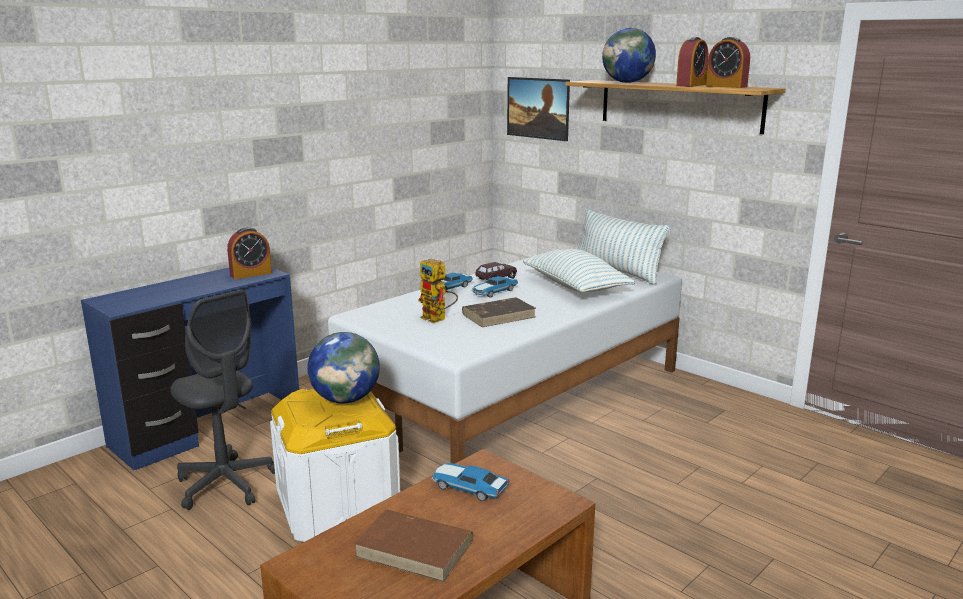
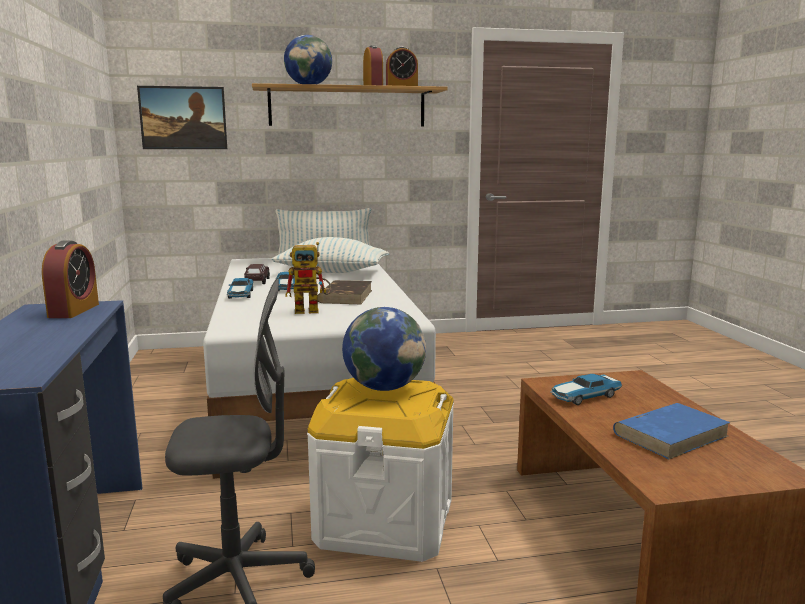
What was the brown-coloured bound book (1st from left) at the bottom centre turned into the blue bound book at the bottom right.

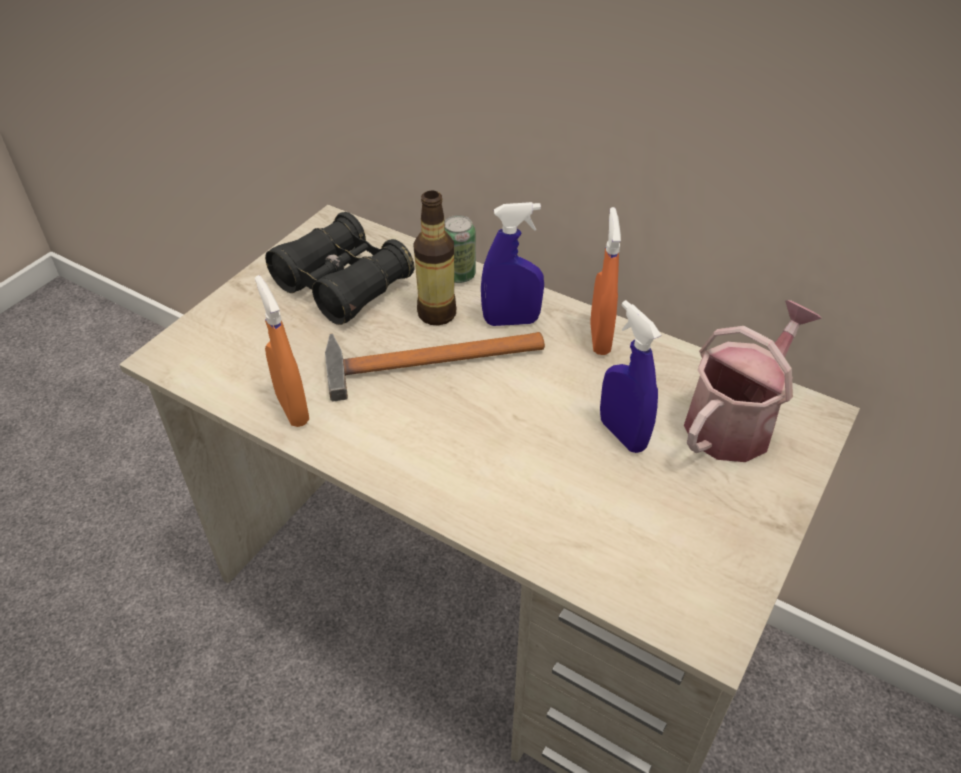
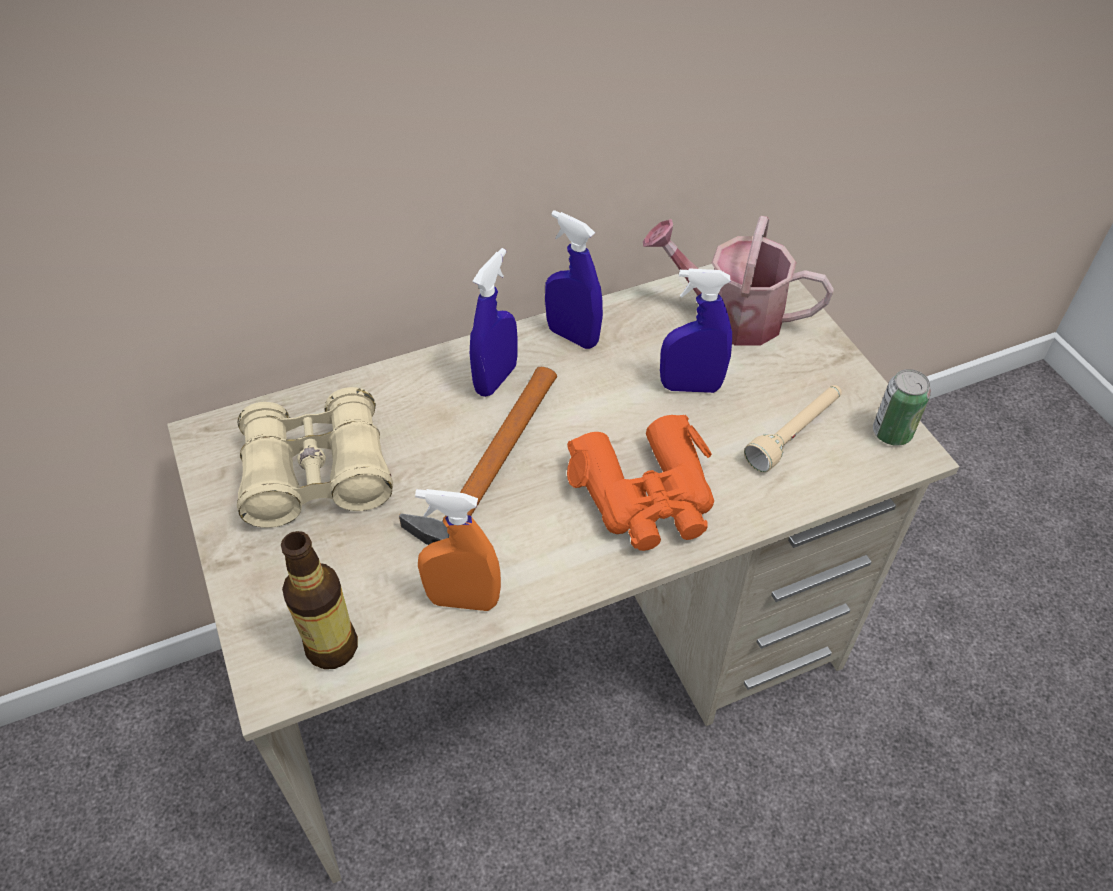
What was the black-coloured field glasses at the centre turned into the beige field glasses at the middle left. The beverage bottle ended up elsewhere, having gone from the centre to the bottom left. What was the orange hand sprayer (2nd from left) at the centre turned into the blue hand sprayer (2nd from left) at the top centre. The second view gained the orange field glasses at the centre. The watering can at the middle right ended up facing another way, 60 degrees counterclockwise from before. The second view gained the beige hand torch at the middle right. The metal can ended up elsewhere, having gone from the top centre to the middle right.

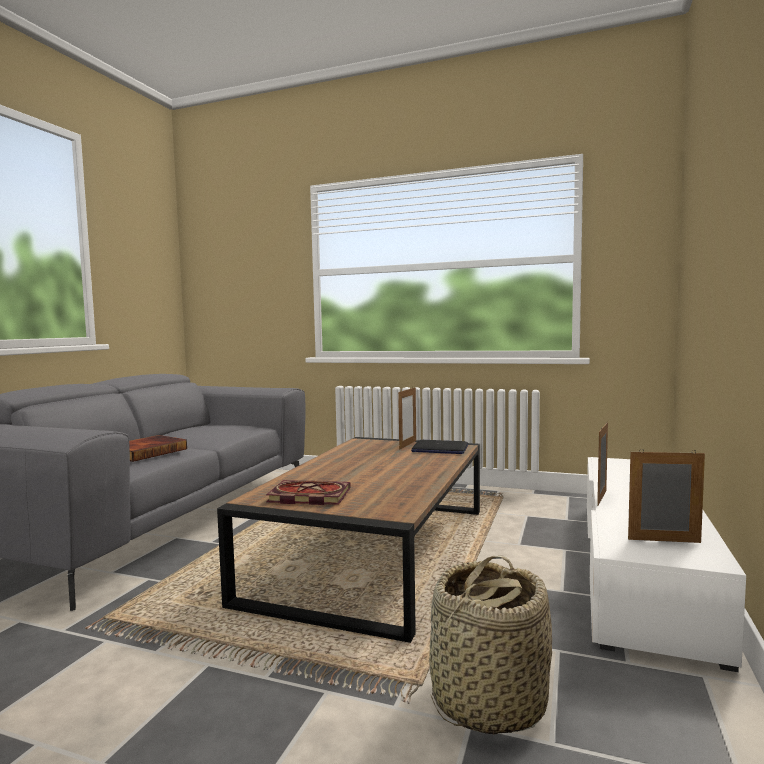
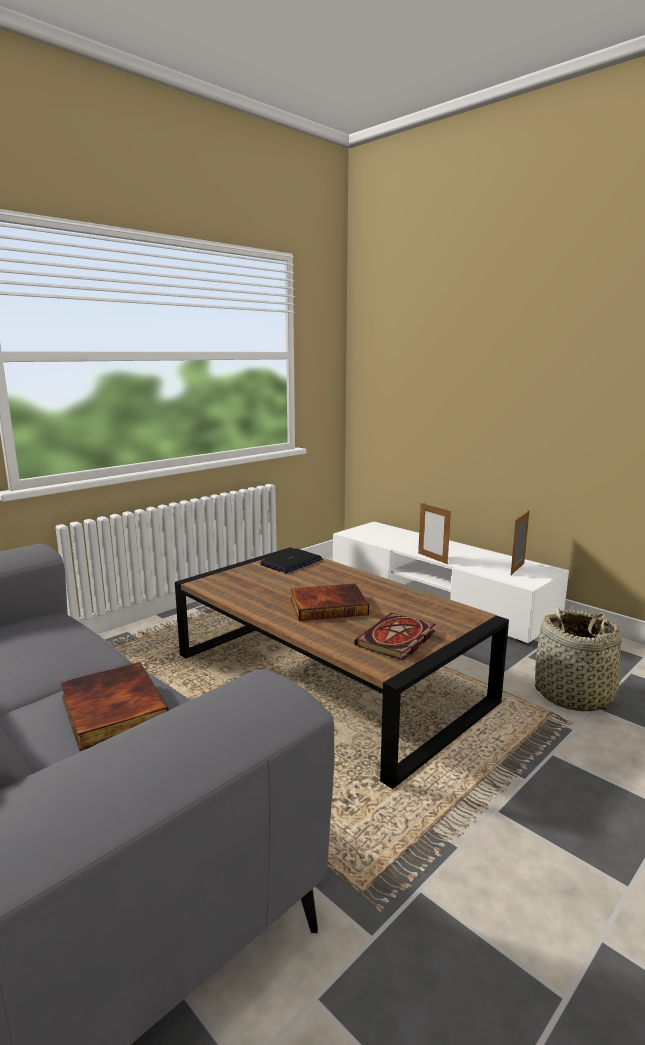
The second view gained the bound book (2nd from left) at the centre. The second view lost the photo frame (1st from left) at the centre.

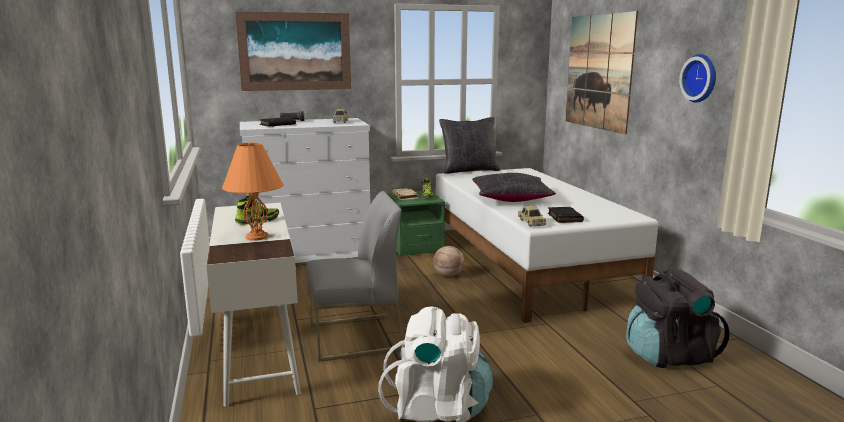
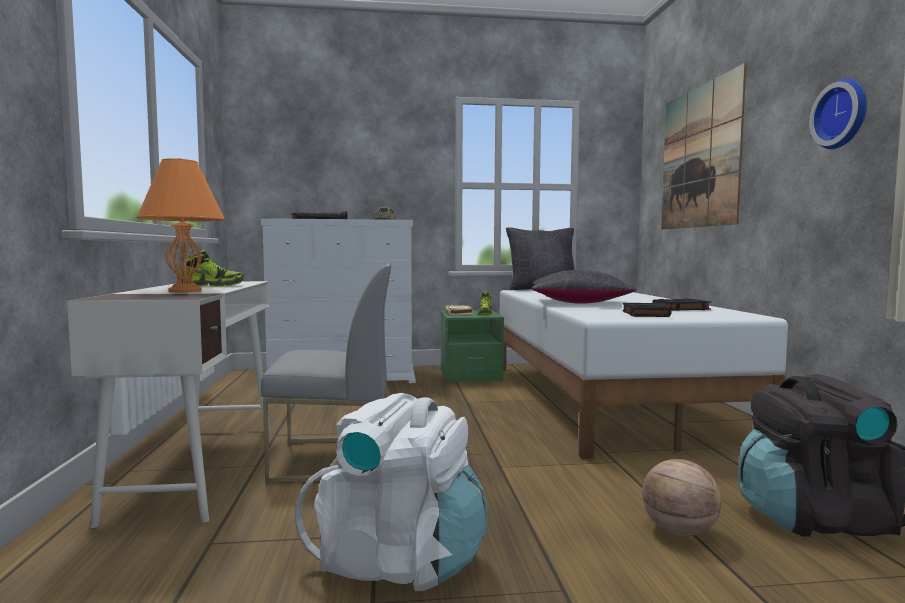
The basketball ended up elsewhere, having gone from the centre to the bottom right. The second view gained the black-coloured bound book (3rd from left) at the middle right. The second view lost the wall art (1st from left) at the top centre. The second view lost the miniature car (2nd from left) at the centre.

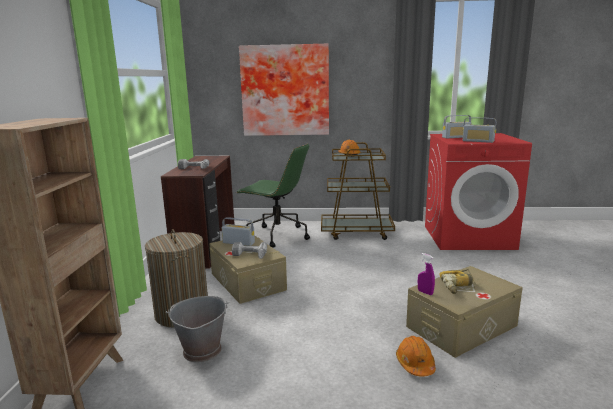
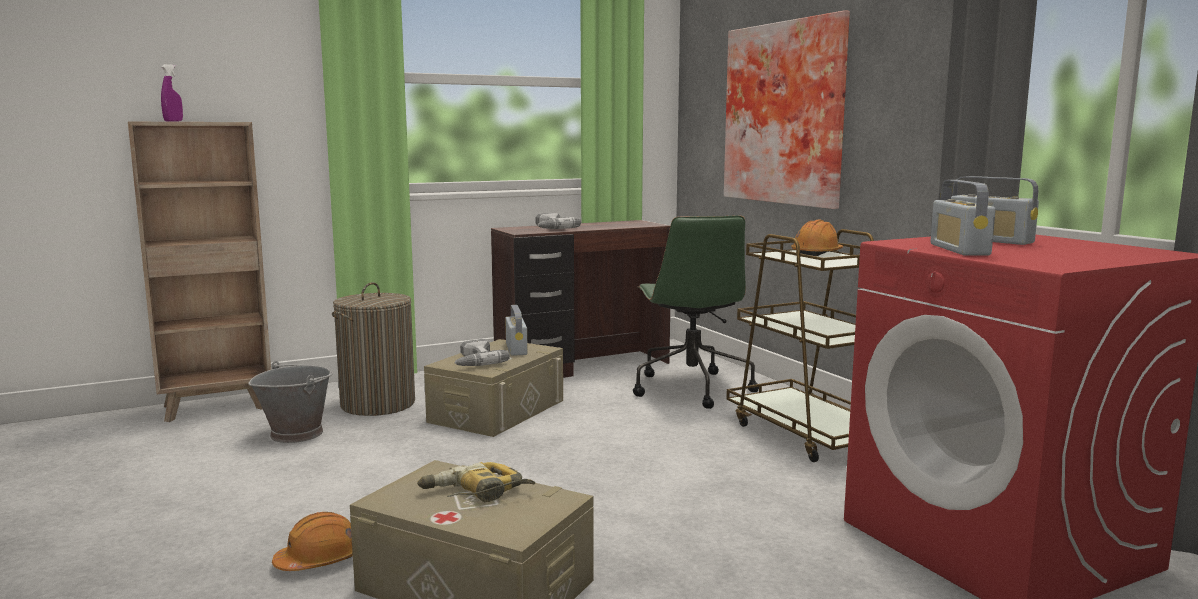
The purple-coloured hand sprayer ended up elsewhere, having gone from the bottom right to the top left.

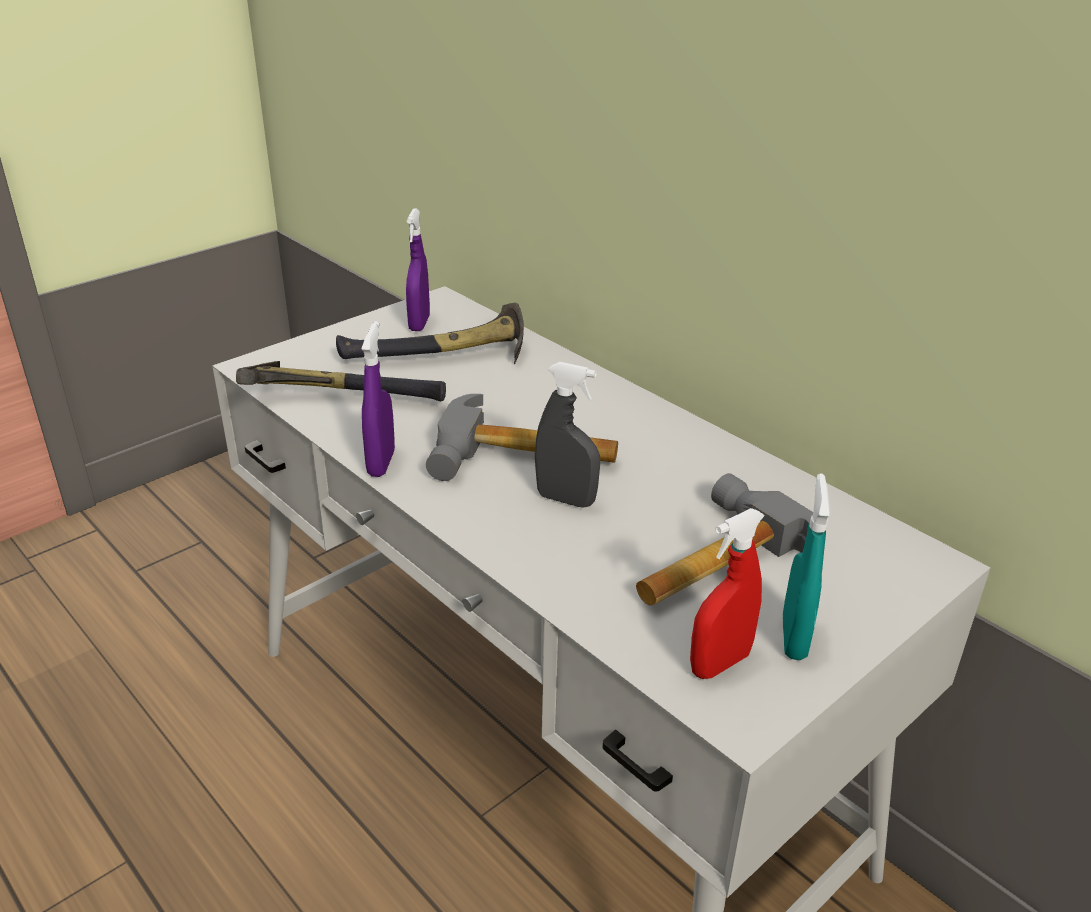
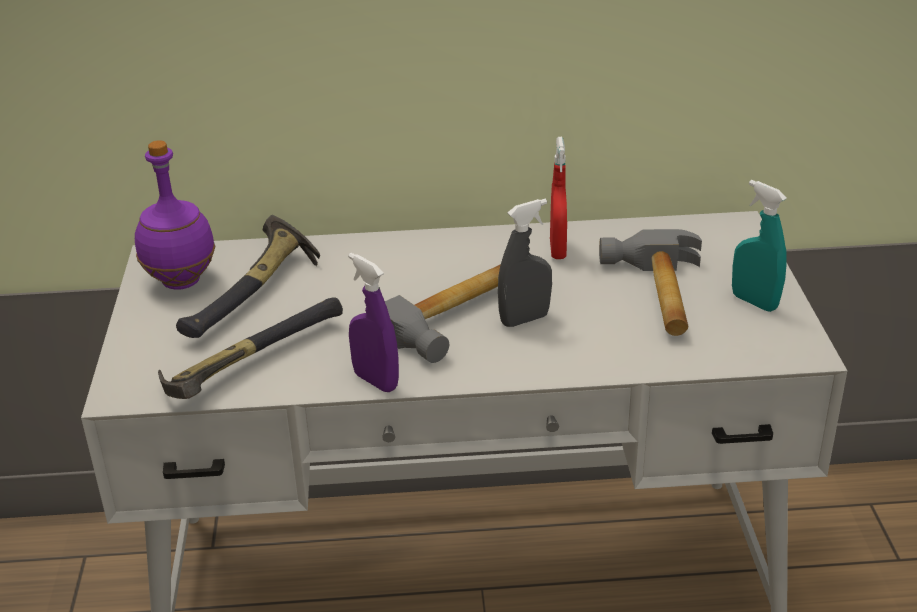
Where the purple-coloured hand sprayer (2nd from left) stood at the top centre, the purple-coloured beverage bottle came to stand at the middle left. The red-coloured hand sprayer ended up elsewhere, having gone from the centre to the top centre.

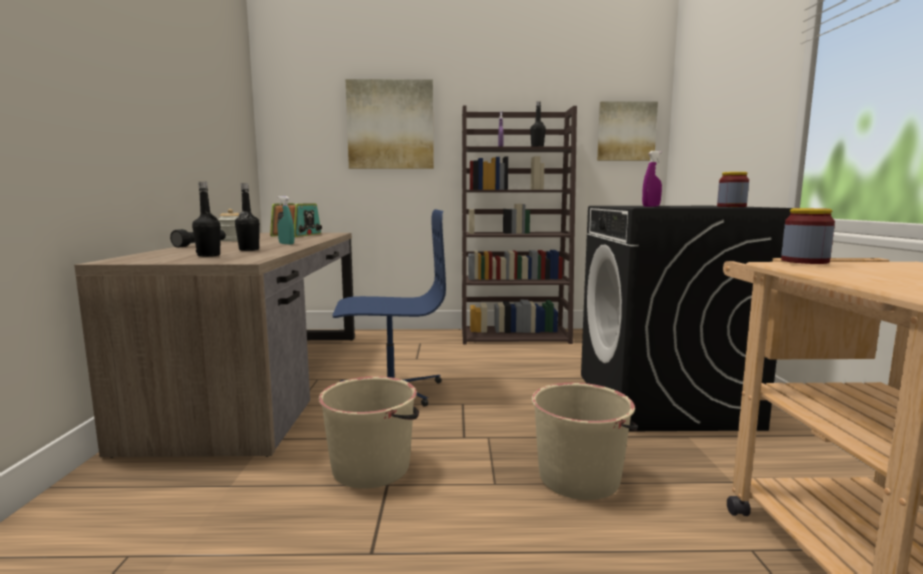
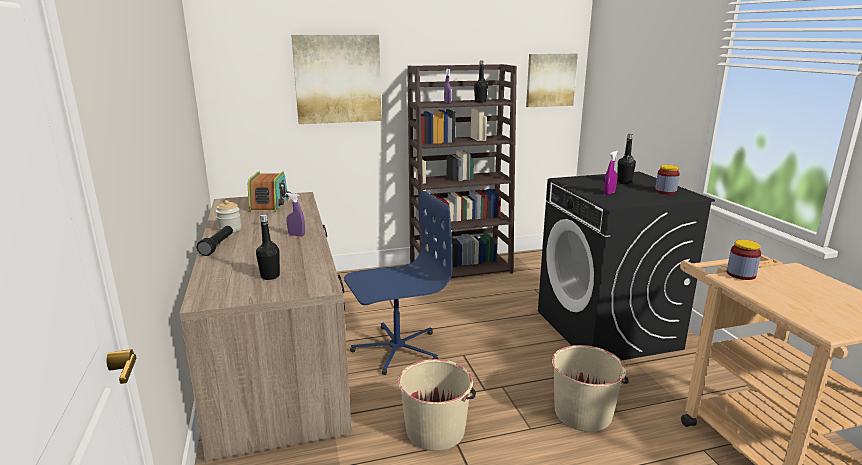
What was the turquoise-coloured hand sprayer at the middle left turned into the purple-coloured hand sprayer (1st from left) at the centre. The black-coloured beverage bottle (2nd from left in the first image) ended up elsewhere, having gone from the middle left to the middle right.

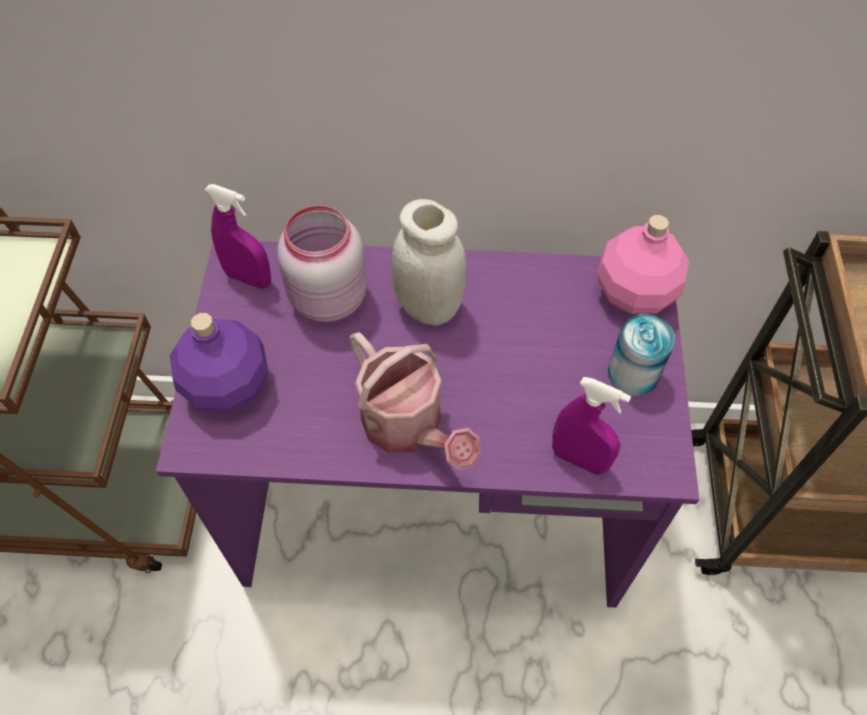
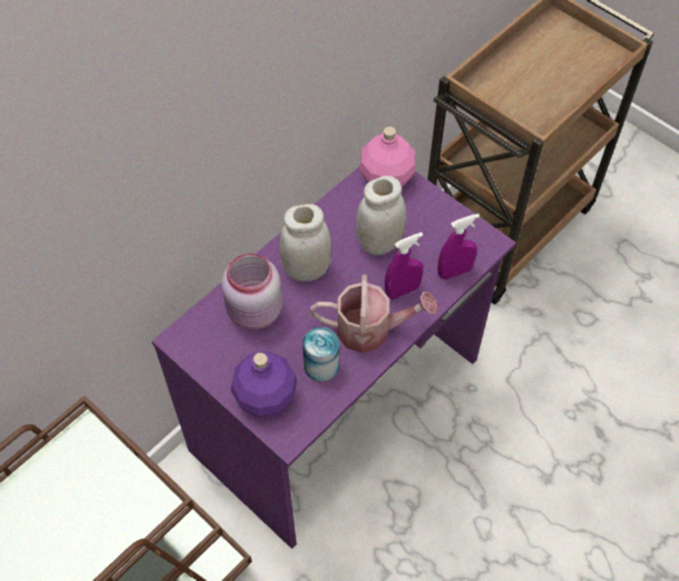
The metal can ended up elsewhere, having gone from the middle right to the centre. The second view gained the white-coloured storage jar (2nd from left) at the centre. The purple-coloured hand sprayer (1st from left) ended up elsewhere, having gone from the top left to the centre.

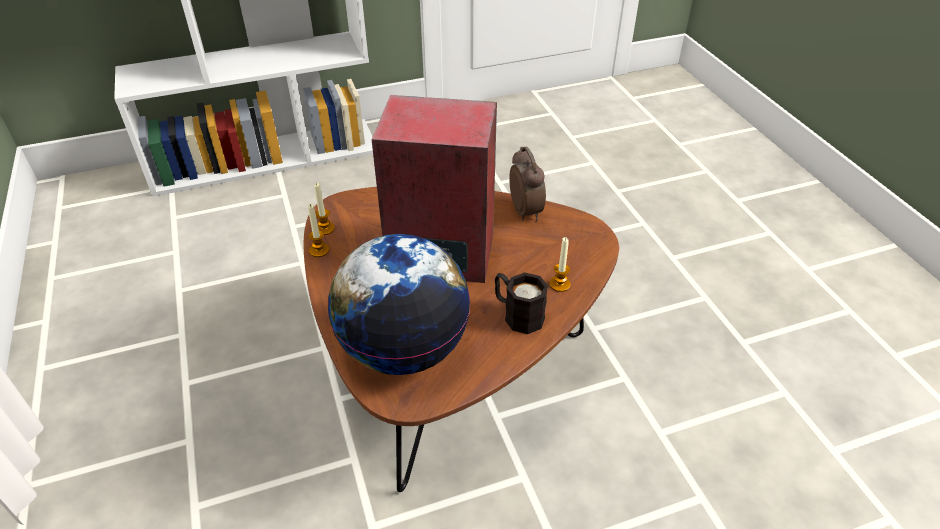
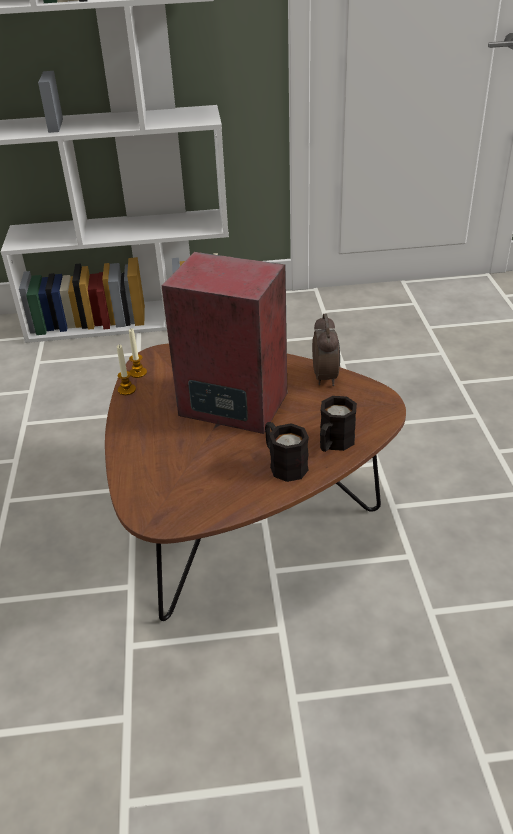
Where the wax light (3rd from left) stood at the centre, the black-coloured mug (2nd from left) came to stand at the centre. The second view lost the desk globe at the centre.

